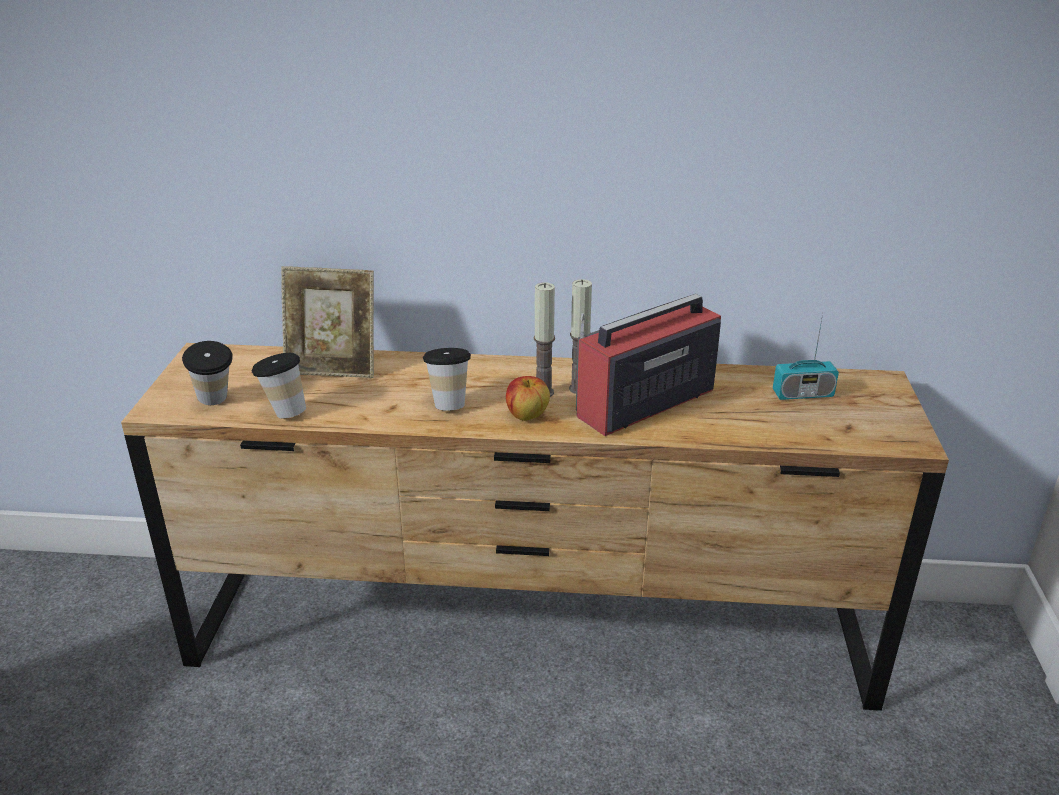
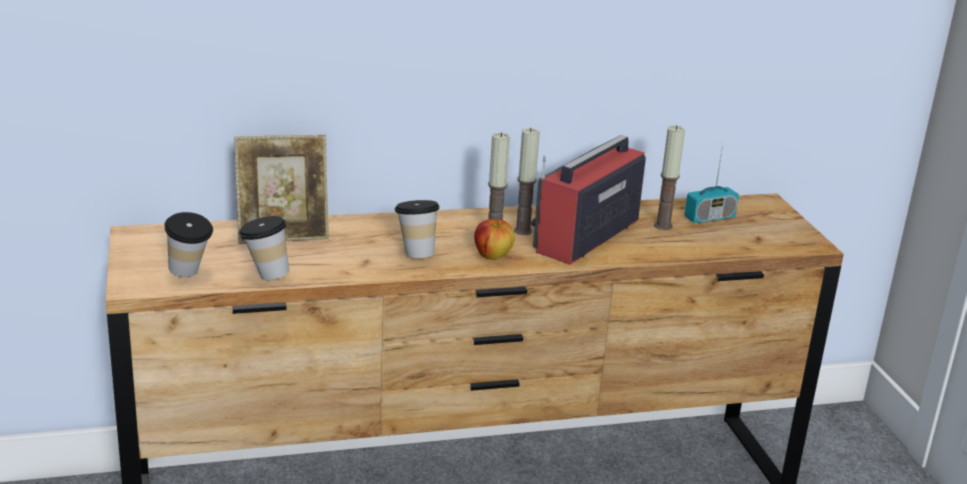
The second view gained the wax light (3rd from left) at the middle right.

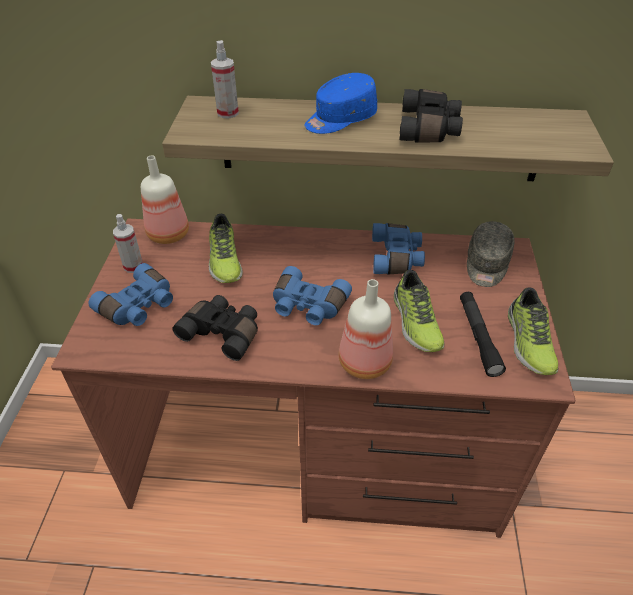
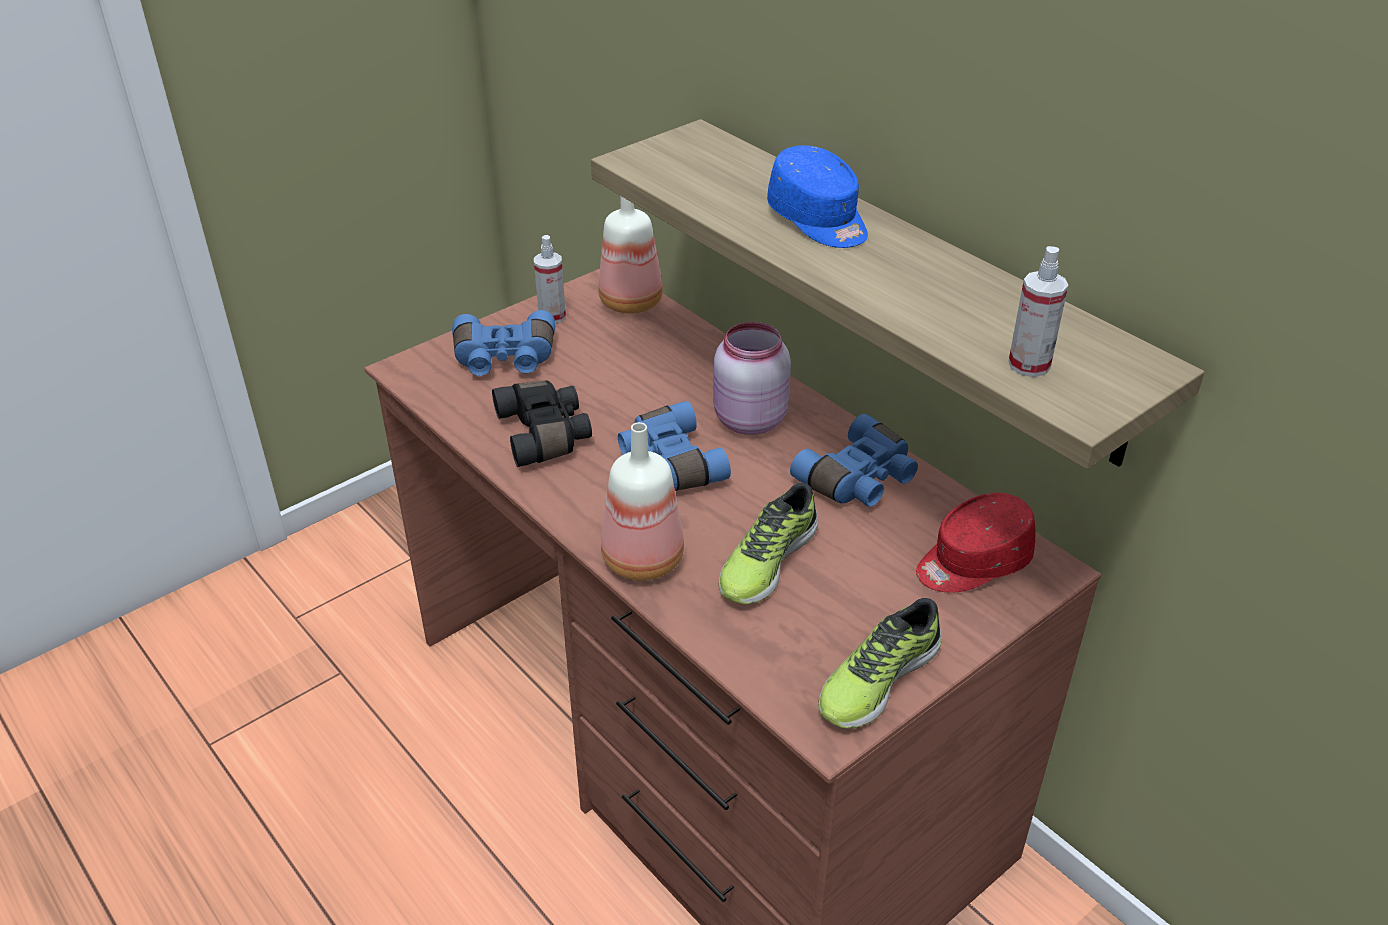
The second view gained the pink storage jar at the centre. The blue peaked cap at the top centre ended up facing another way, 135 degrees counterclockwise from before. What was the greyish peaked cap at the middle right turned into the red-coloured peaked cap at the middle right. The hand sprayer (2nd from left) ended up elsewhere, having gone from the top centre to the middle right. The second view lost the low shoe (1st from left) at the centre. The second view lost the black-coloured field glasses (2nd from left) at the top right. The second view lost the black-coloured hand torch at the middle right.

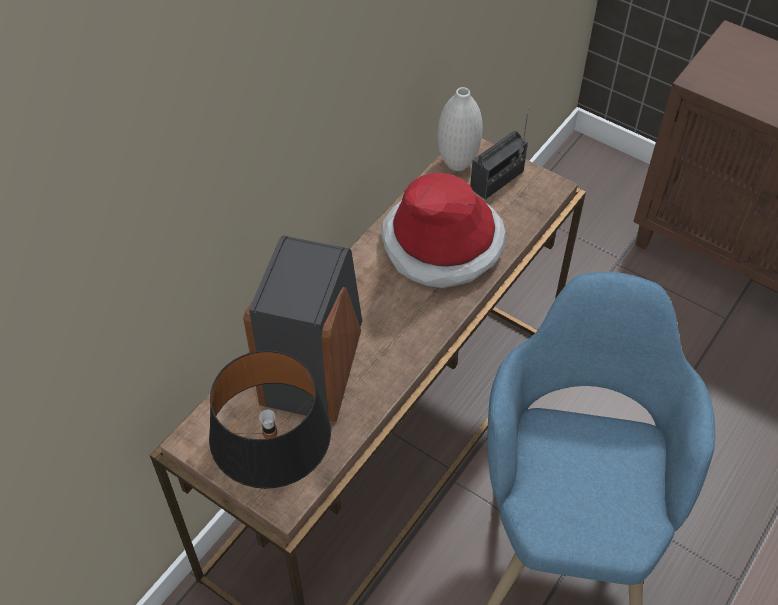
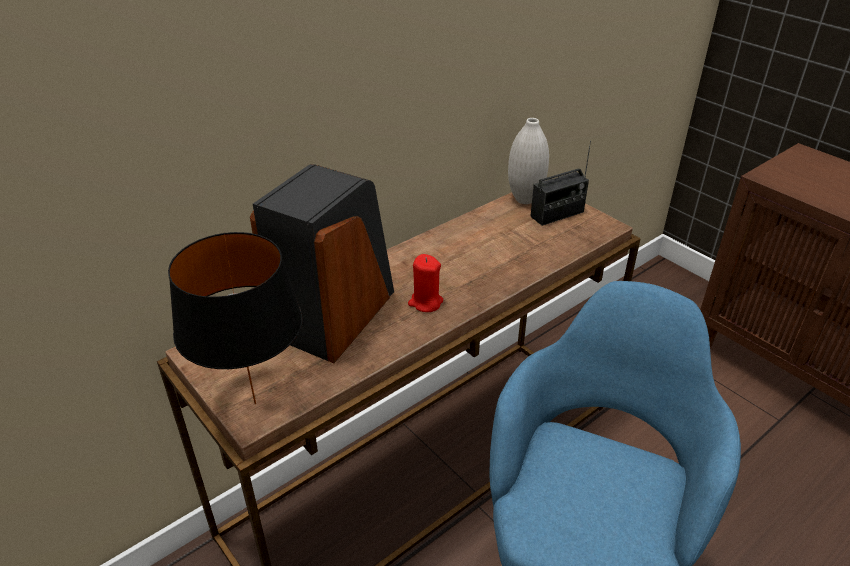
The second view gained the red-coloured wax light at the centre. The second view lost the clothing hat at the centre.

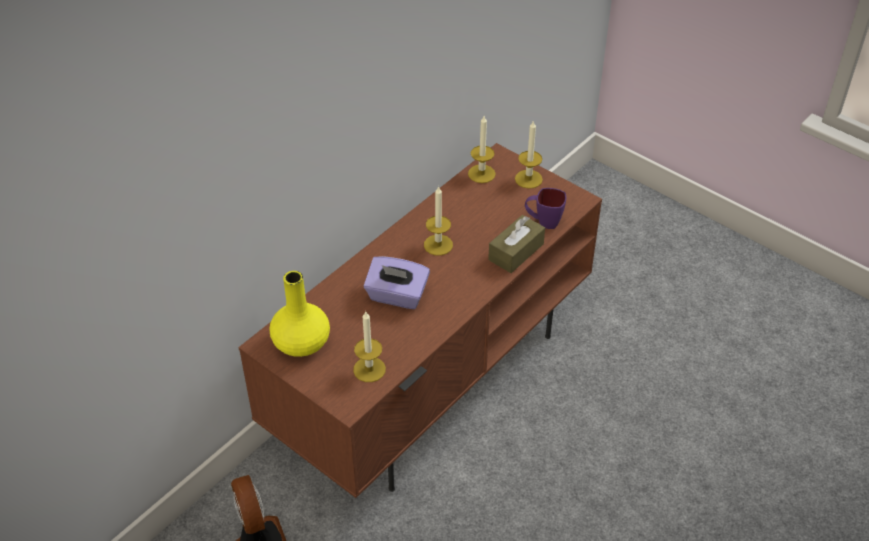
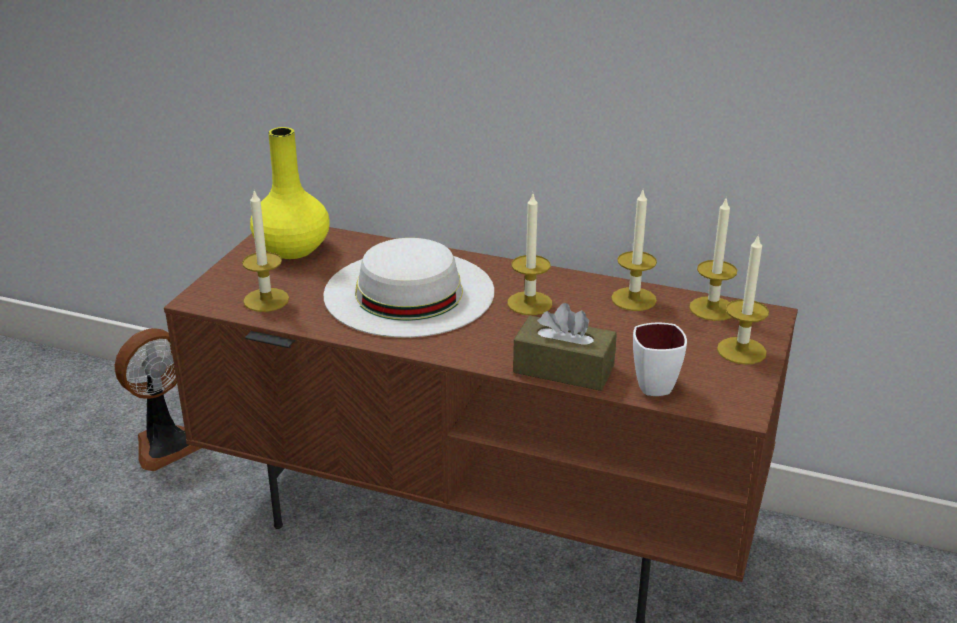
Where the purple-coloured tissue box stood at the centre, the white-coloured clothing hat came to stand at the centre. The second view gained the wax light (3rd from left) at the centre. What was the purple-coloured mug at the centre turned into the white-coloured mug at the middle right.

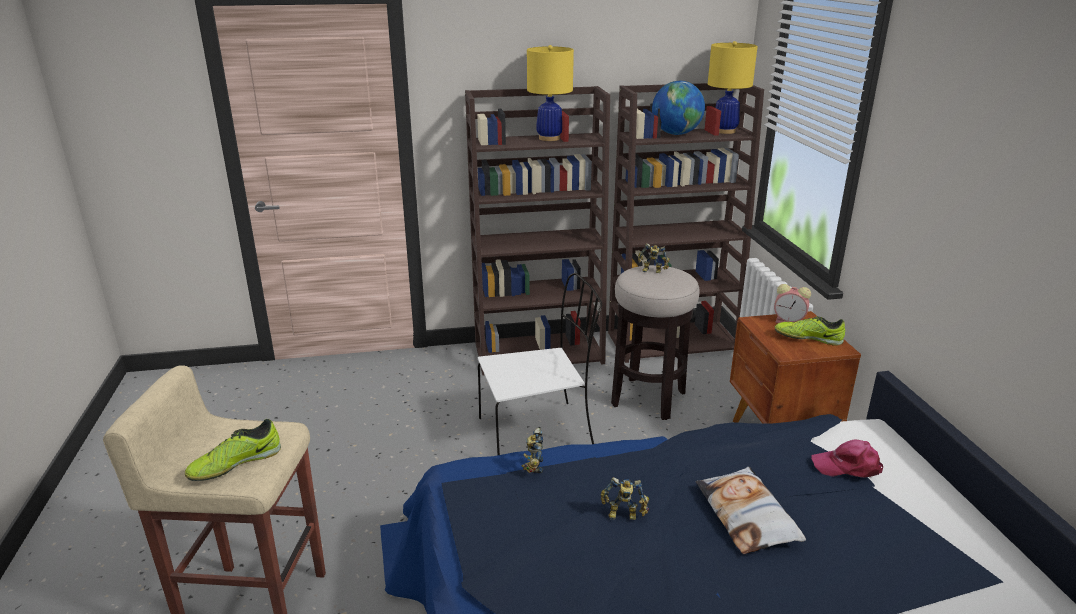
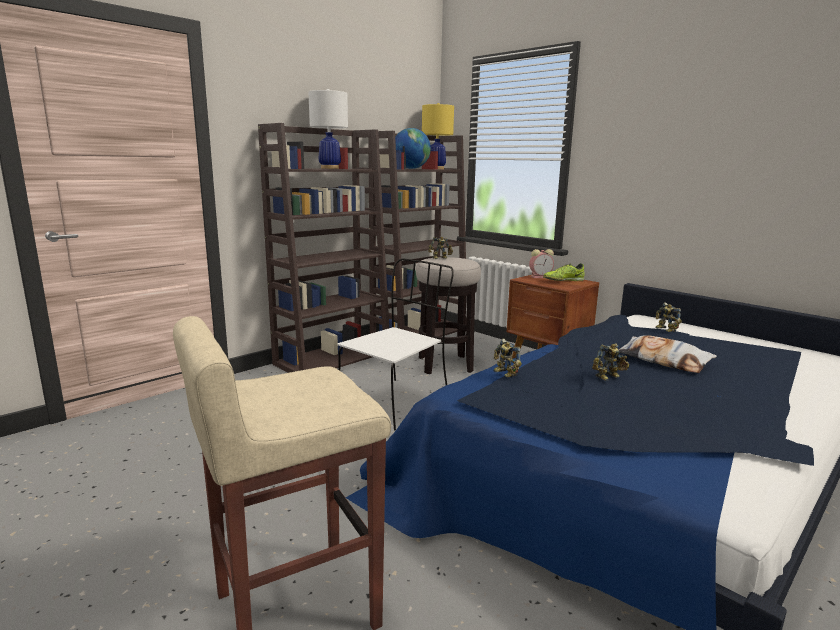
What was the yellowish lamp for a table (1st from left) at the top centre turned into the white-coloured lamp for a table at the top centre. Where the pink peaked cap stood at the bottom right, the robot figure (4th from left) came to stand at the middle right. The second view lost the low shoe (1st from left) at the bottom left.

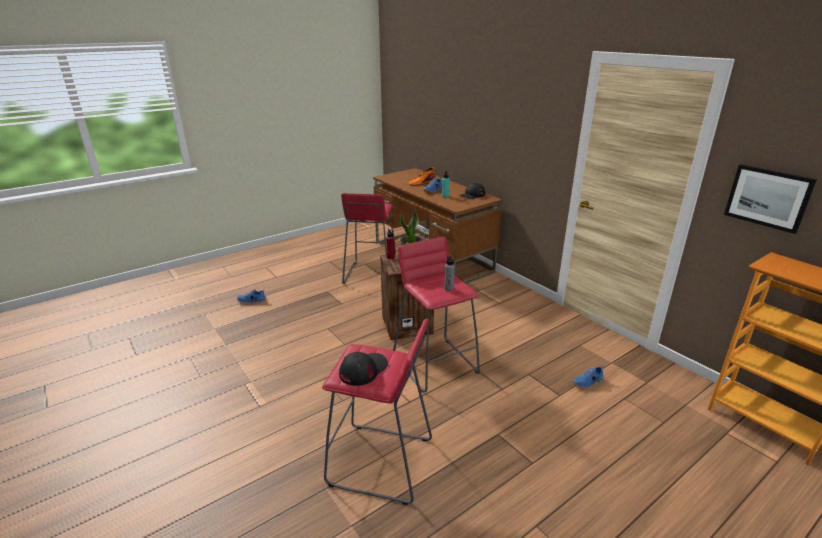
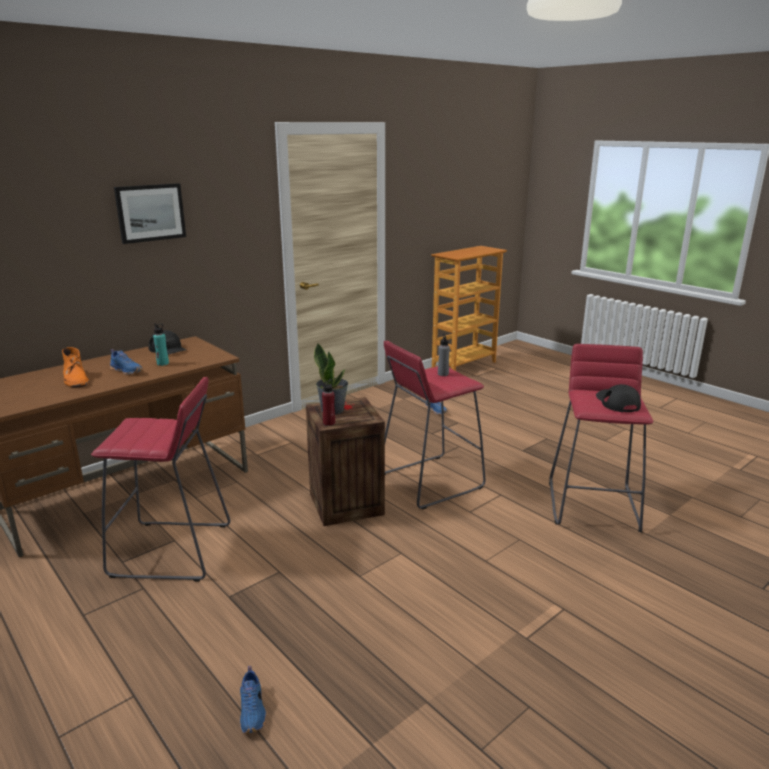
The wall art ended up elsewhere, having gone from the middle right to the top left. The black-coloured peaked cap (1st from left in the first image) at the bottom centre ended up facing another way, 45 degrees clockwise from before.

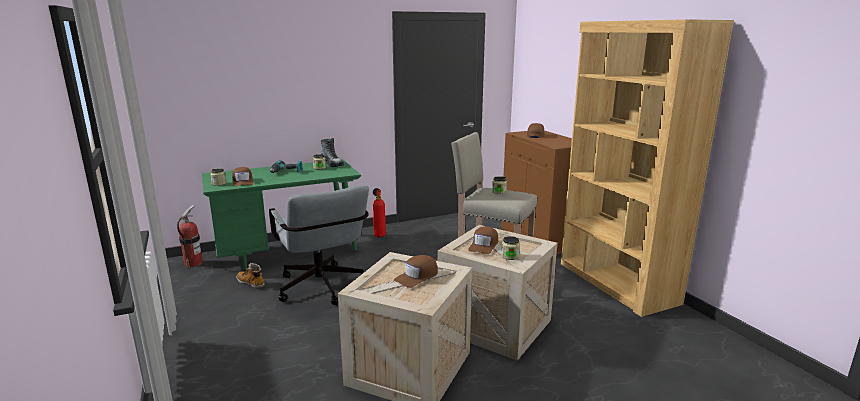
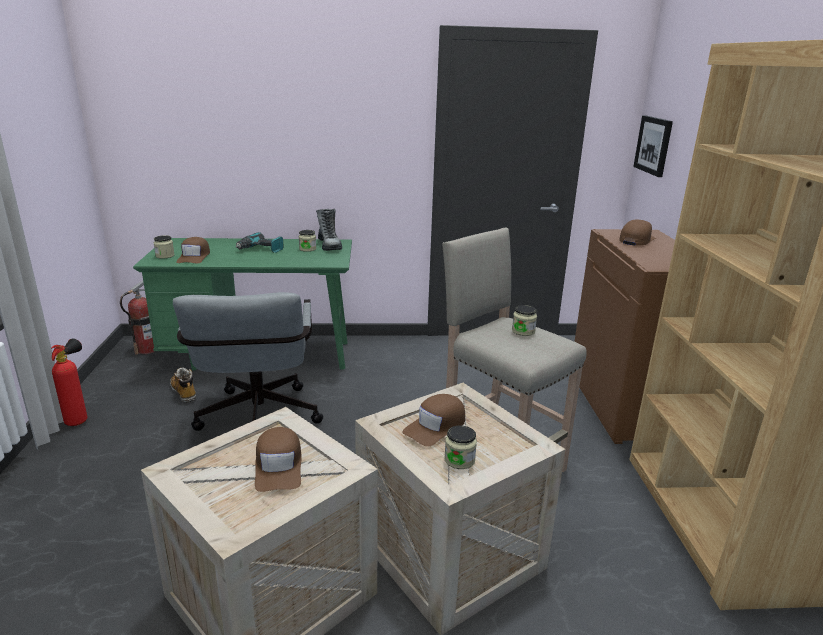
The extinguisher (2nd from left in the first image) ended up elsewhere, having gone from the centre to the middle left. The brown-coloured peaked cap (2nd from left) at the bottom centre ended up facing another way, 75 degrees counterclockwise from before. The second view gained the wall art at the top right.

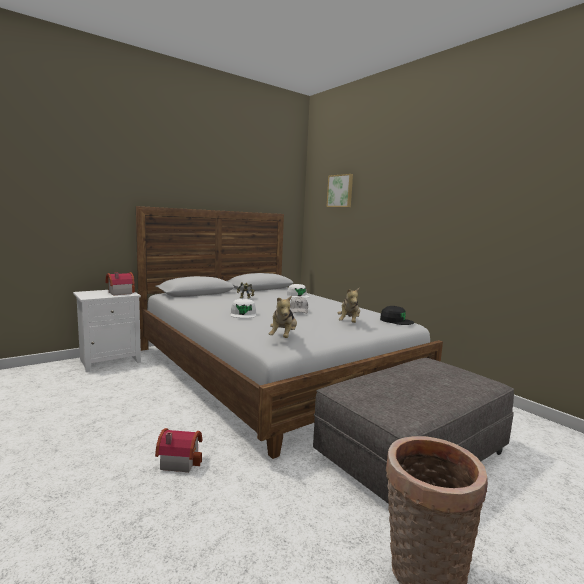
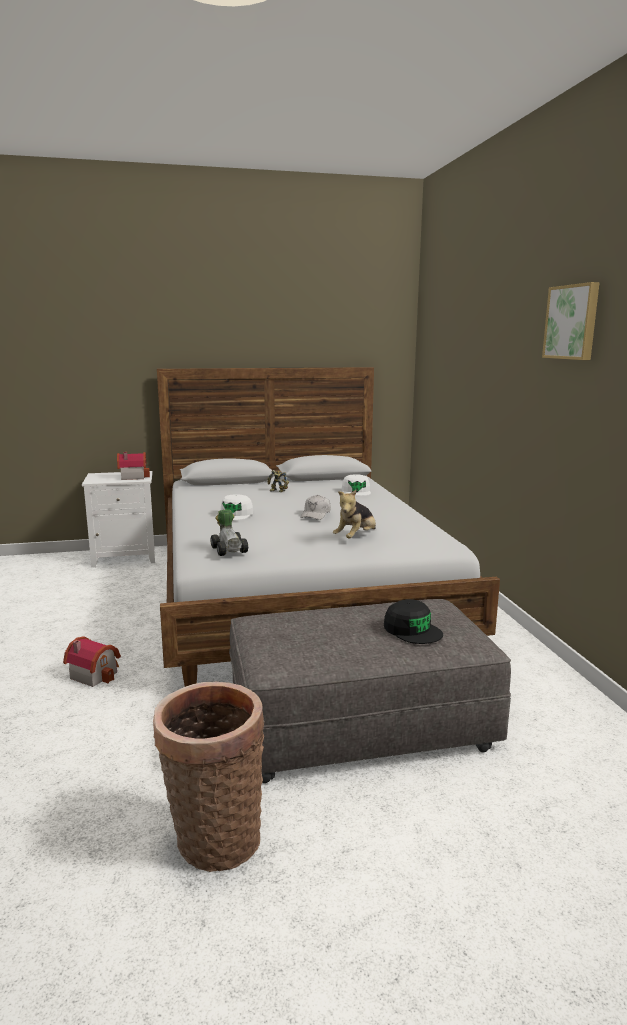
Where the cuddly toy (1st from left) stood at the centre, the miniature car came to stand at the centre. The black-coloured peaked cap ended up elsewhere, having gone from the middle right to the centre. The wall art ended up elsewhere, having gone from the top centre to the top right.

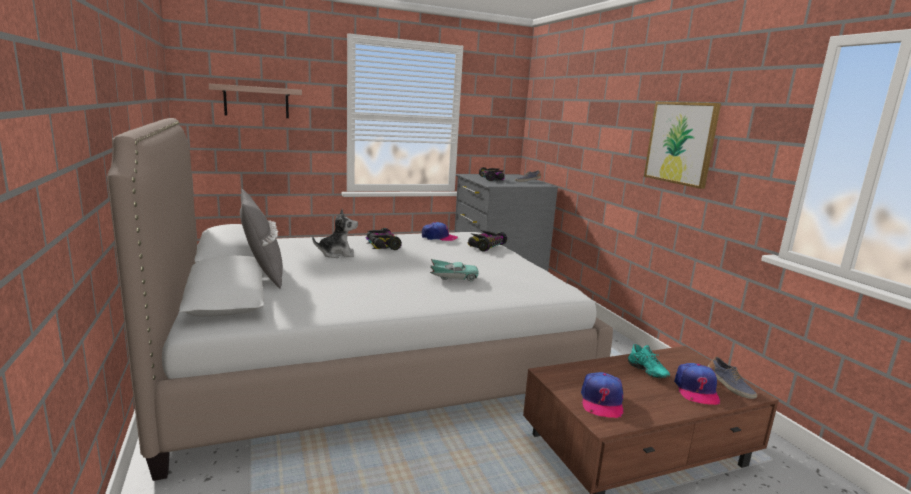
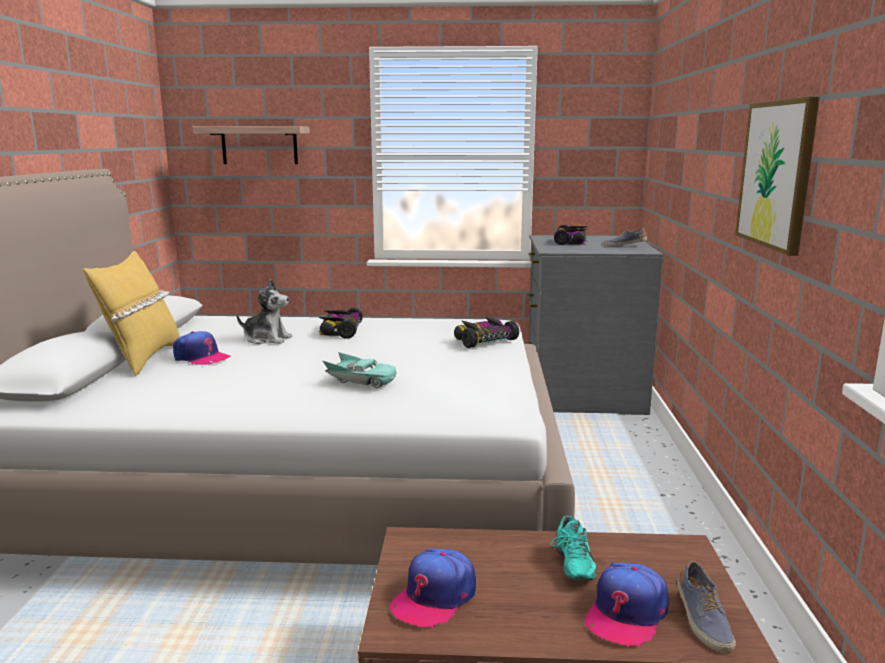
What was the greyish throw pillow at the middle left turned into the yellowish throw pillow at the middle left. The peaked cap (1st from left) ended up elsewhere, having gone from the centre to the middle left.

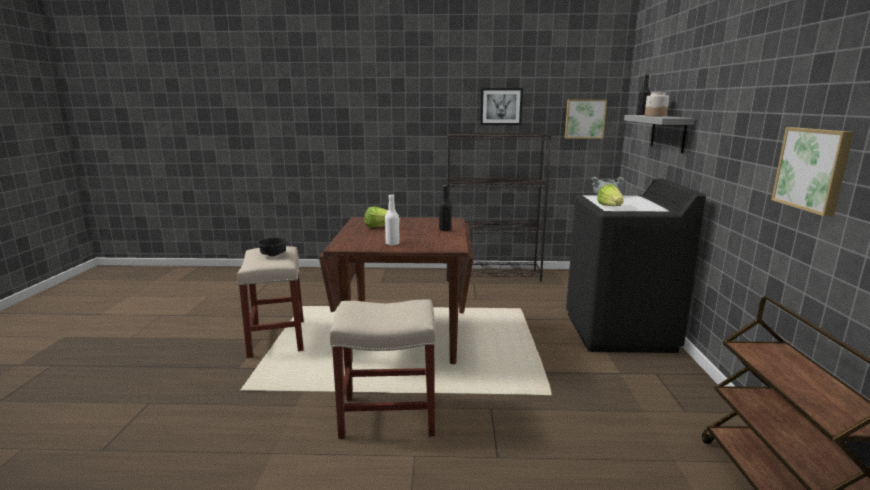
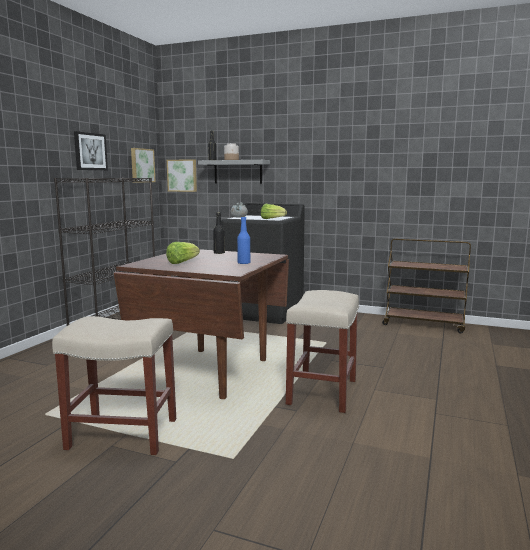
The wall art (3rd from left) ended up elsewhere, having gone from the middle right to the top centre. What was the white-coloured beverage bottle at the centre turned into the blue beverage bottle at the centre. The second view lost the black-coloured serving bowl at the middle left.

